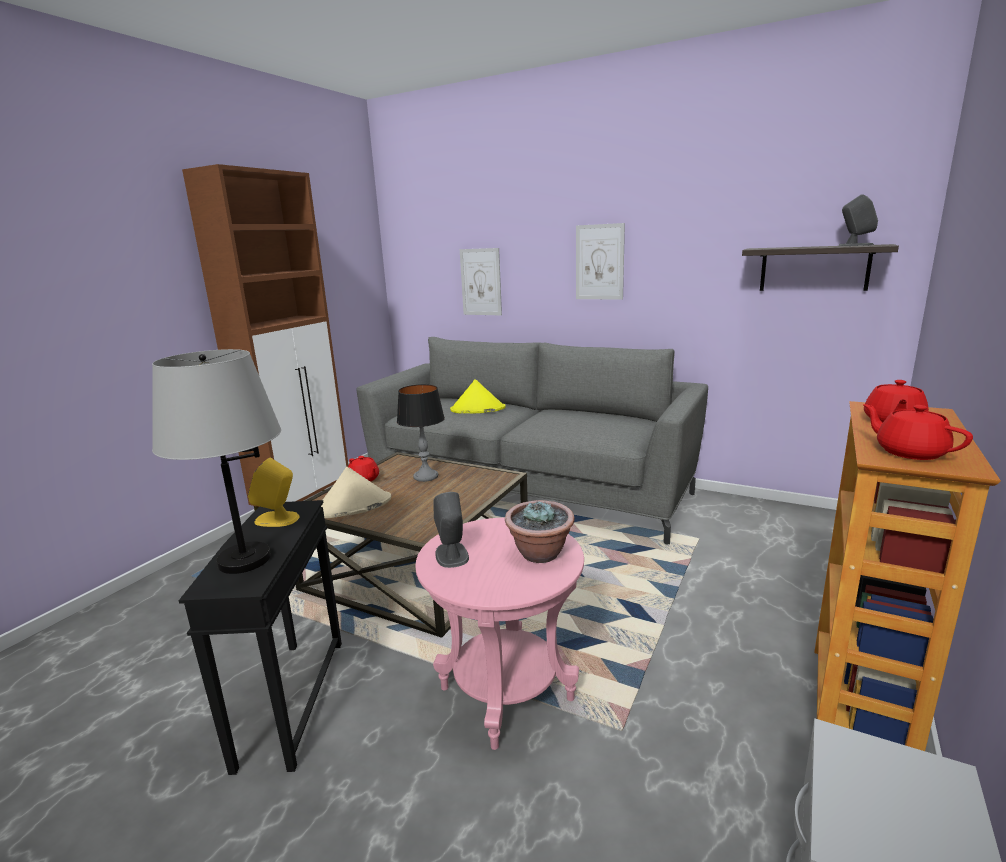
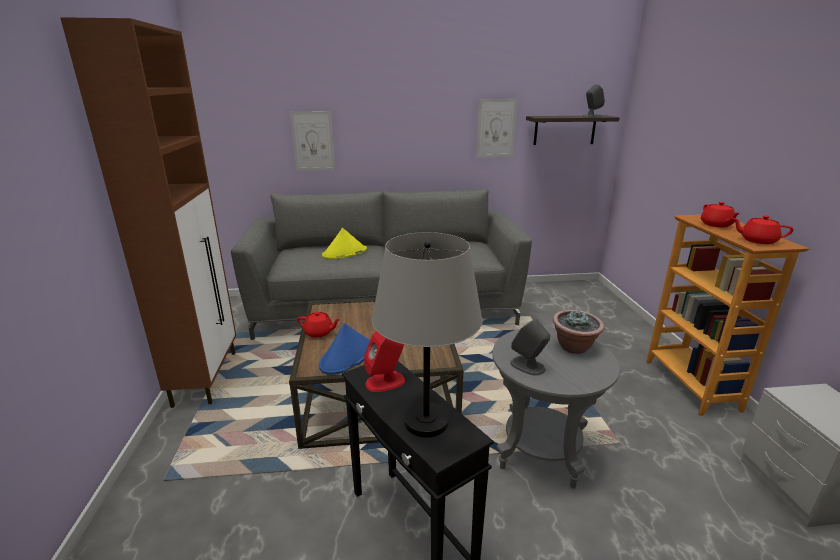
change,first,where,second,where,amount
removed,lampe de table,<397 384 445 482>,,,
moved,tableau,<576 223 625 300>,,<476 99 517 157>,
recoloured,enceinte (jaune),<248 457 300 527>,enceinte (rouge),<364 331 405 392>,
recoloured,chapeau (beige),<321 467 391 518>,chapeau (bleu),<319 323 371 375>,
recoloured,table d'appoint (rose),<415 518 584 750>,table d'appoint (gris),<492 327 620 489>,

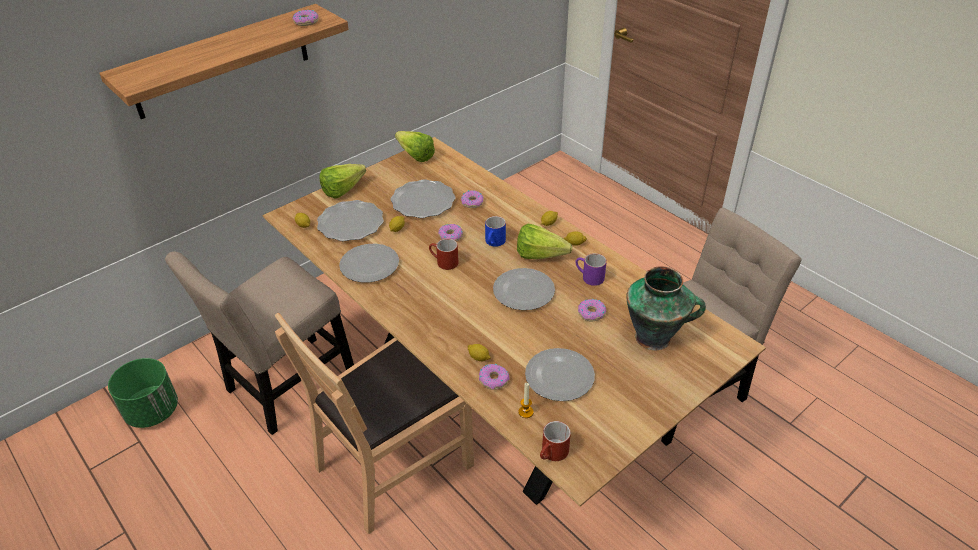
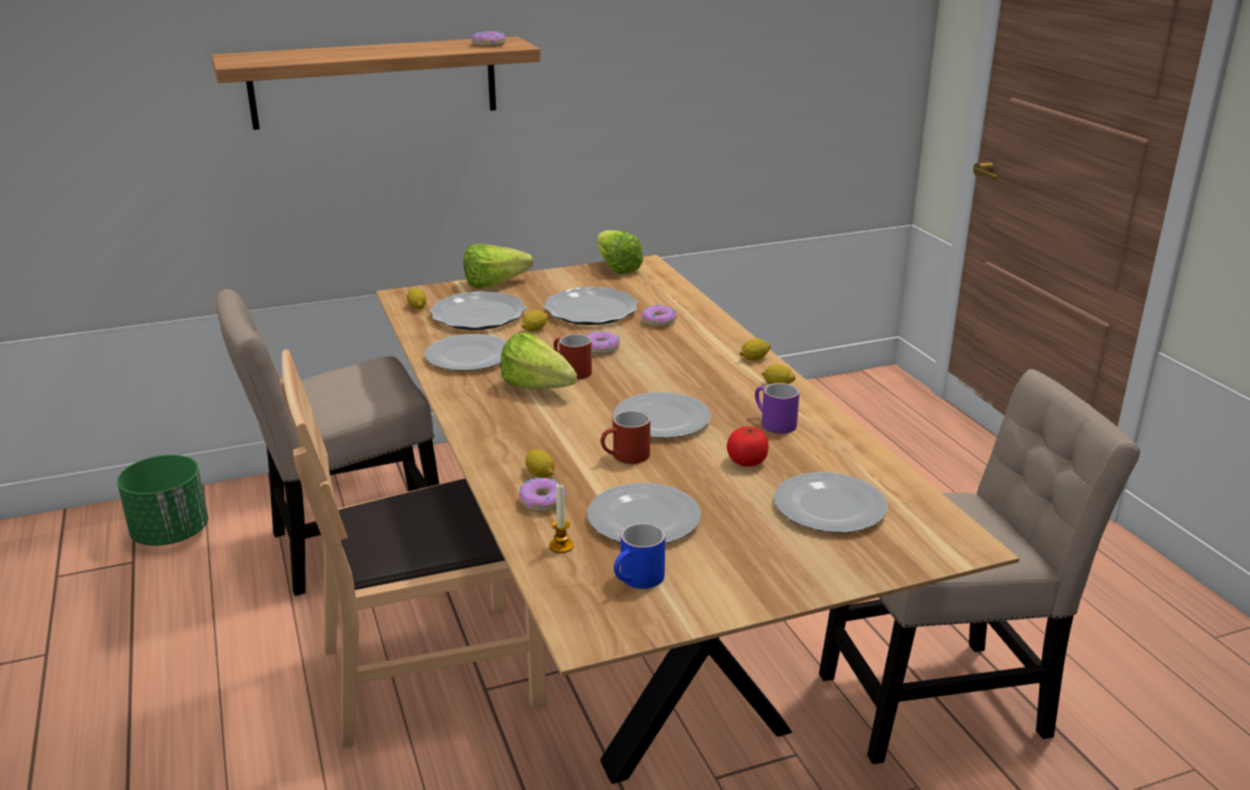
change,first,where,second,where,amount
moved,mug (bleu),<485 216 506 247>,,<614 523 665 589>,
moved,laitue,<517 224 572 259>,,<501 332 577 389>,
moved,mug (rouge),<540 421 571 461>,,<601 410 650 464>,
replaced,beignet,<578 299 606 321>,tomate,<727 426 768 467>,
replaced,vase,<626 266 706 350>,assiette,<774 472 888 533>,

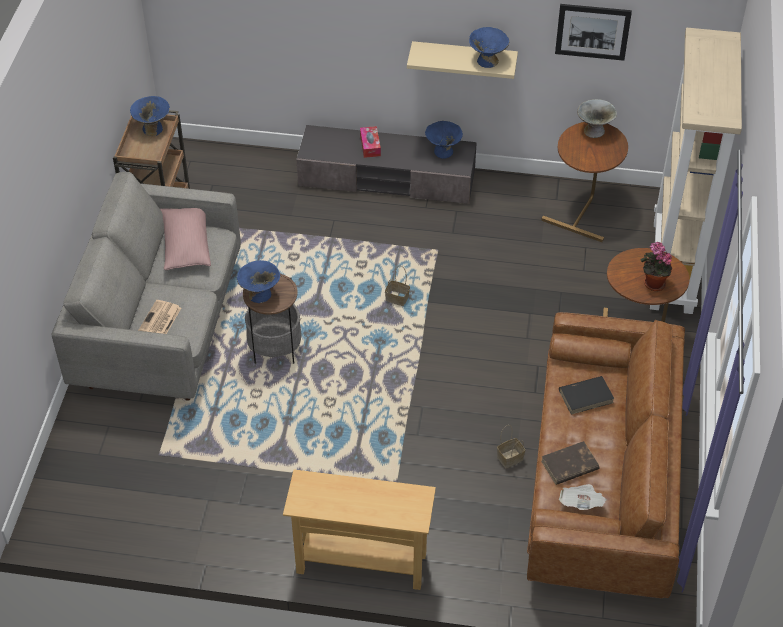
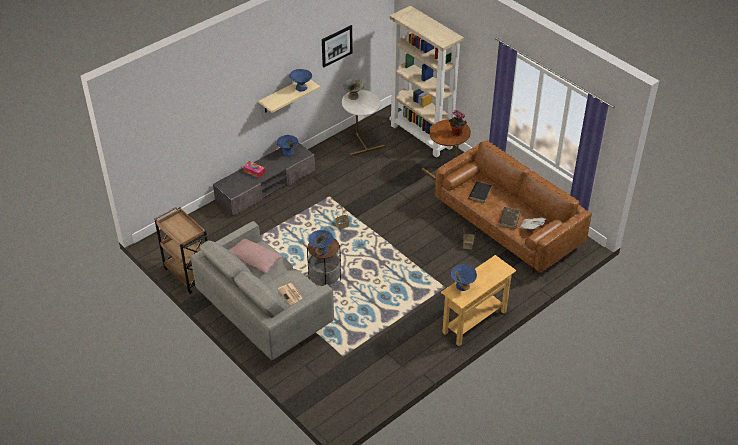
change,first,where,second,where,amount
moved,bol (bleu),<130 96 170 136>,,<451 264 477 291>,
recoloured,table d'appoint (marron),<541 122 628 242>,table d'appoint (blanc),<342 90 385 156>,

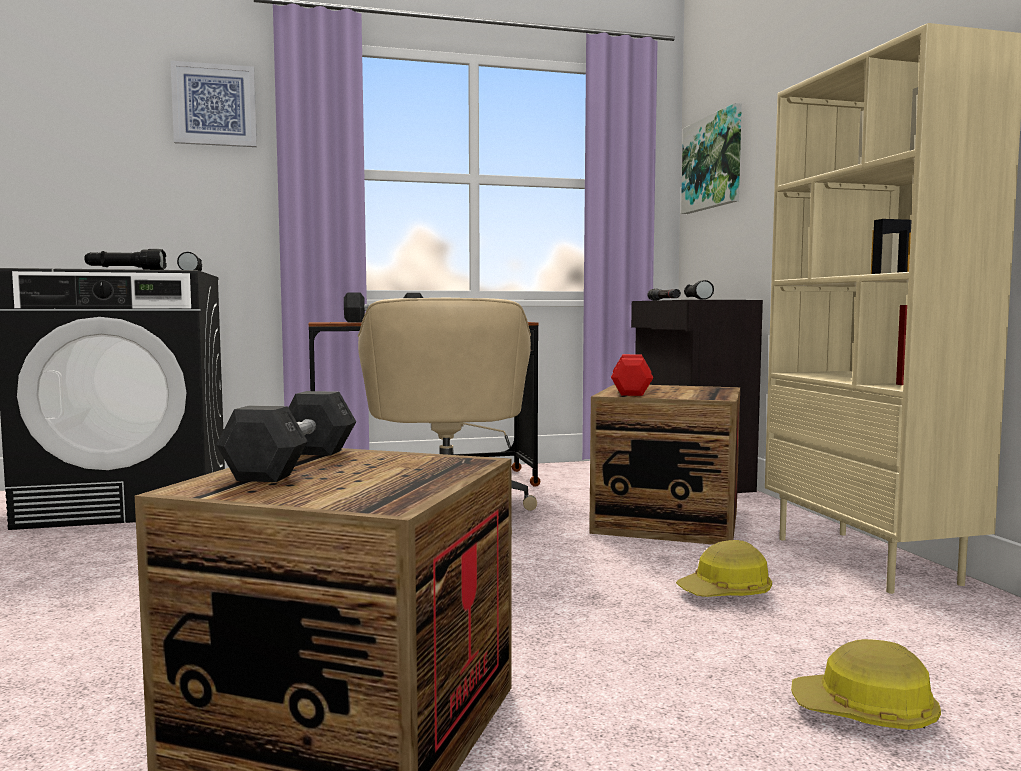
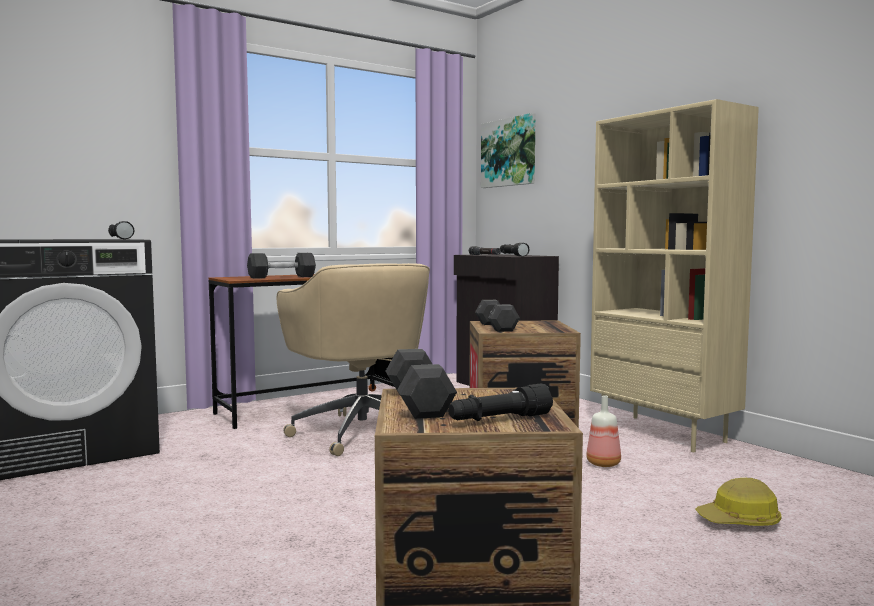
change,first,where,second,where,amount
removed,tableau,<171 61 257 147>,,,
moved,lampe de poche (noir),<84 249 167 270>,,<448 384 553 421>,
replaced,casque de chantier,<676 540 772 597>,bouteille,<586 395 621 467>,
recoloured,haltère (rouge),<611 354 653 396>,haltère (gris),<475 300 520 332>,

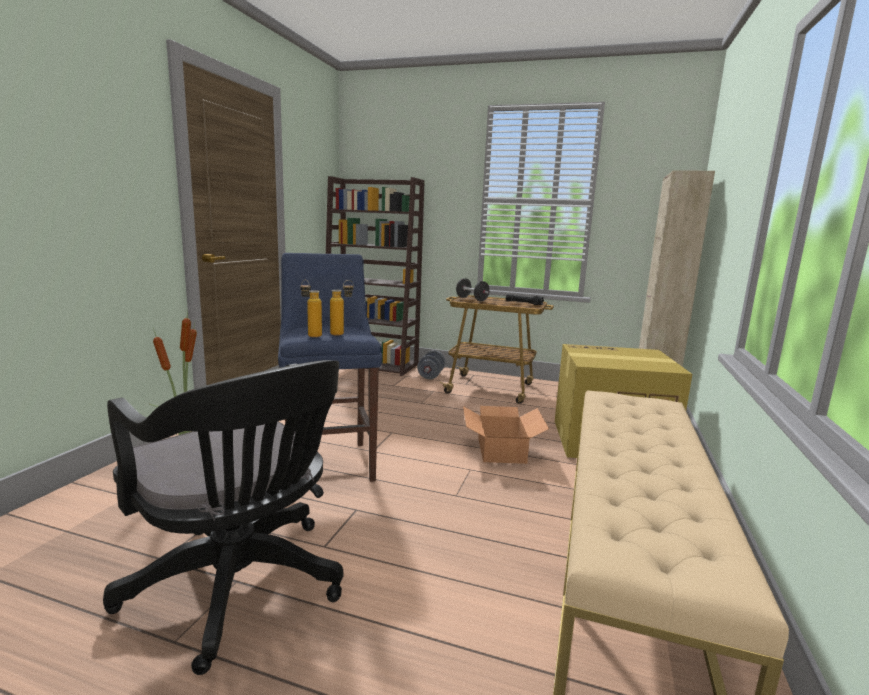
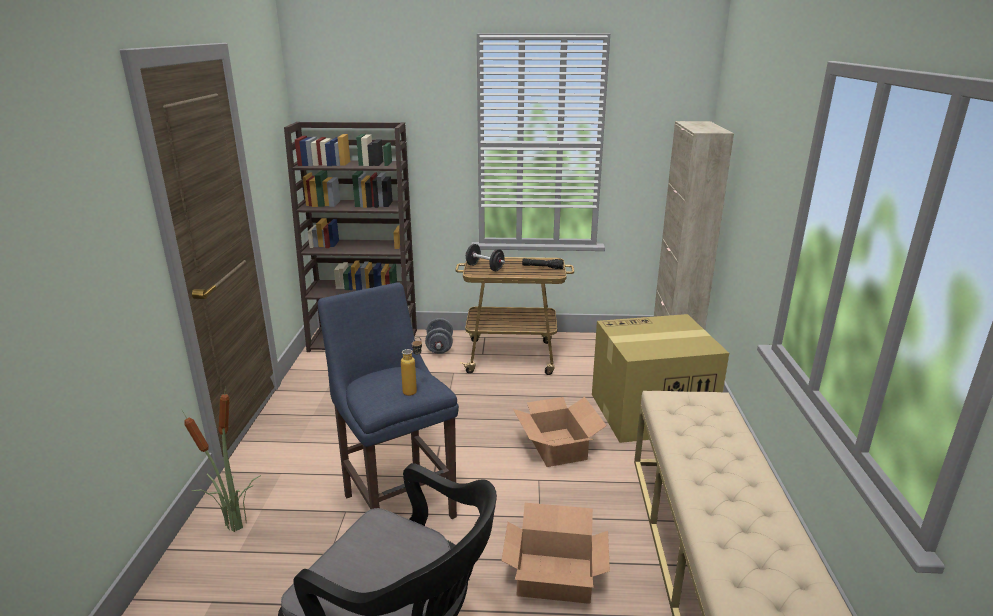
change,first,where,second,where,amount
removed,bouteille,<300 280 322 337>,,,
added,,,carton,<501 503 610 604>,

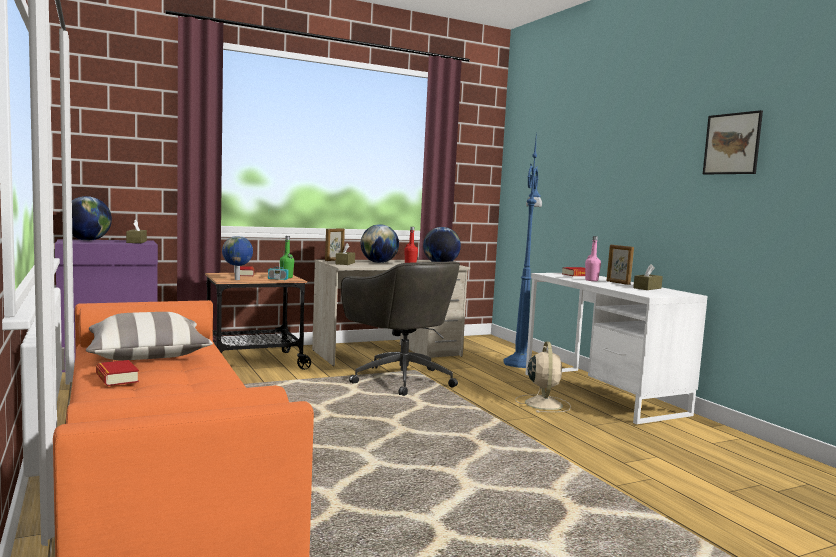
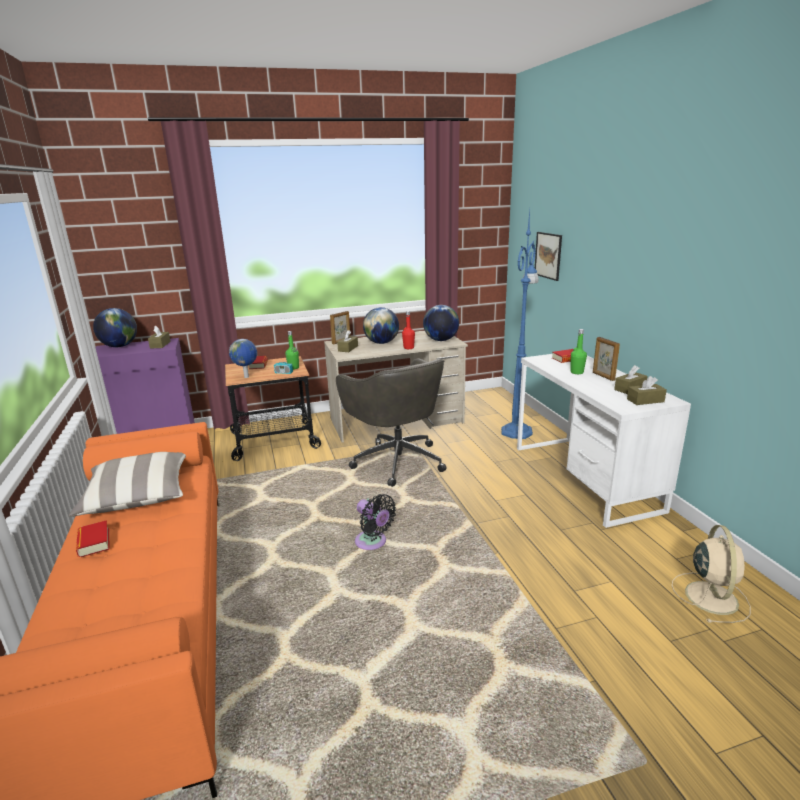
change,first,where,second,where,amount
added,,,ventilateur (noir),<355 494 396 550>,
added,,,boîte à mouchoirs (marron),<627 376 667 405>,
moved,ventilateur (beige),<515 341 571 413>,,<671 525 751 623>,
moved,tableau,<703 110 763 174>,,<535 232 562 281>,
recoloured,bouteille (rose),<585 236 601 281>,bouteille (vert),<571 329 587 374>,

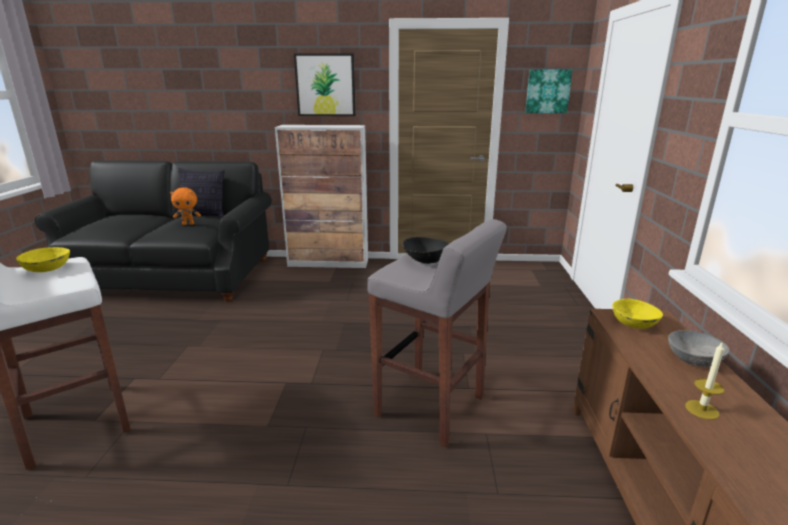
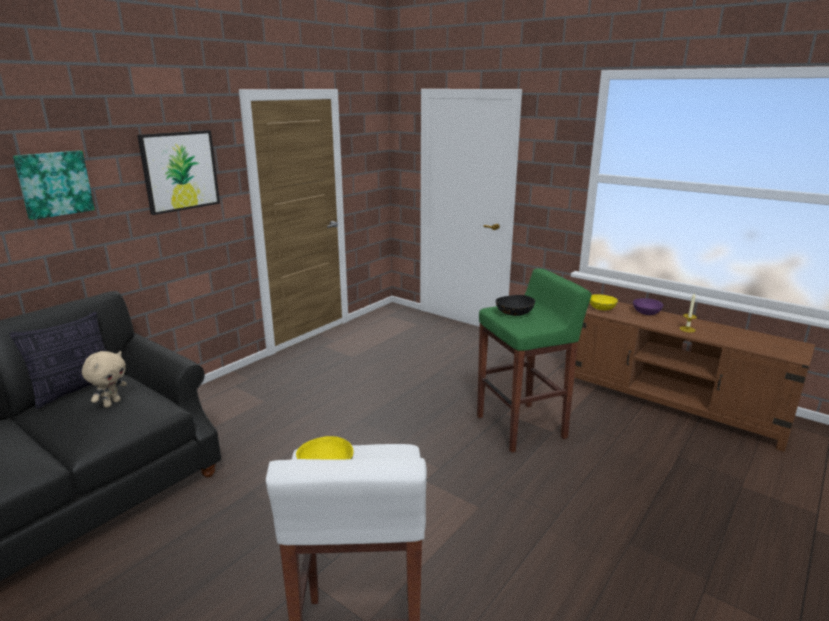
change,first,where,second,where,amount
removed,meuble de rangement,<275 125 368 268>,,,
moved,tableau,<525 69 573 113>,,<13 150 95 220>,
recoloured,peluche (orange),<170 187 201 225>,peluche (beige),<82 351 127 408>,
recoloured,tabouret (gris),<367 219 507 447>,tabouret (vert),<477 269 591 453>,
recoloured,bol (gris),<668 330 729 367>,bol (violet),<633 298 663 315>,

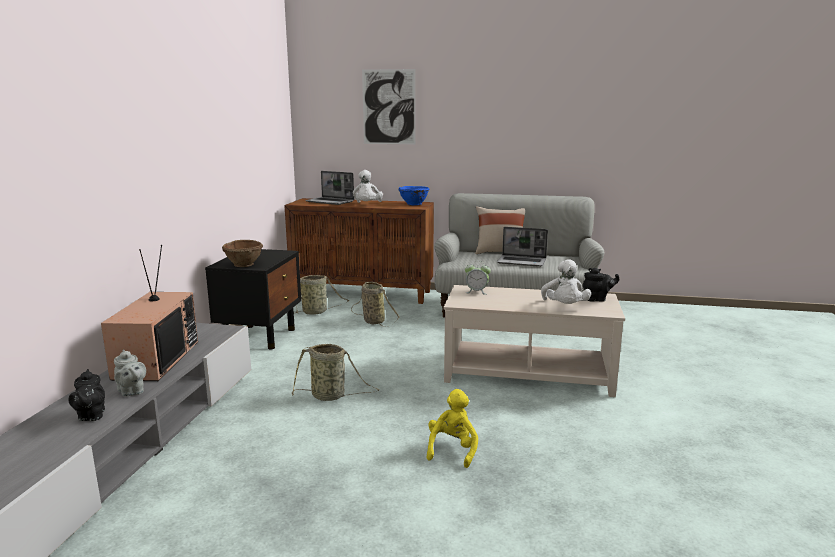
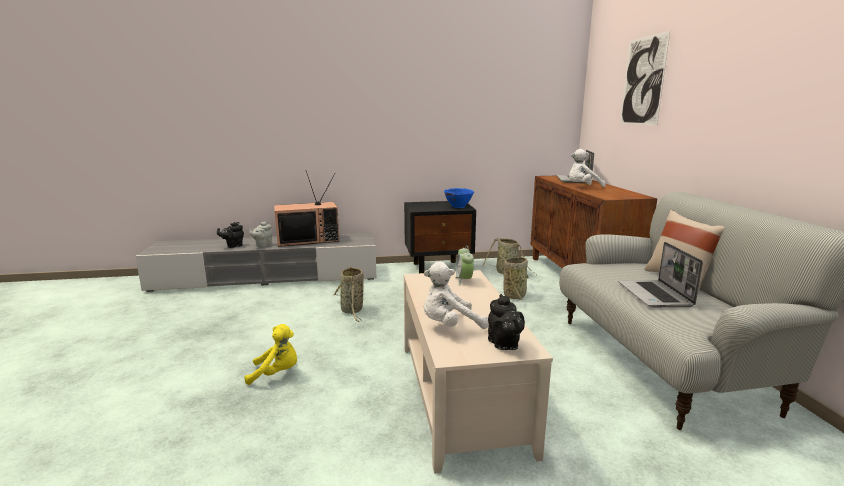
change,first,where,second,where,amount
removed,bol (marron),<222 240 263 267>,,,
moved,bol (bleu),<398 186 429 205>,,<444 188 474 208>,

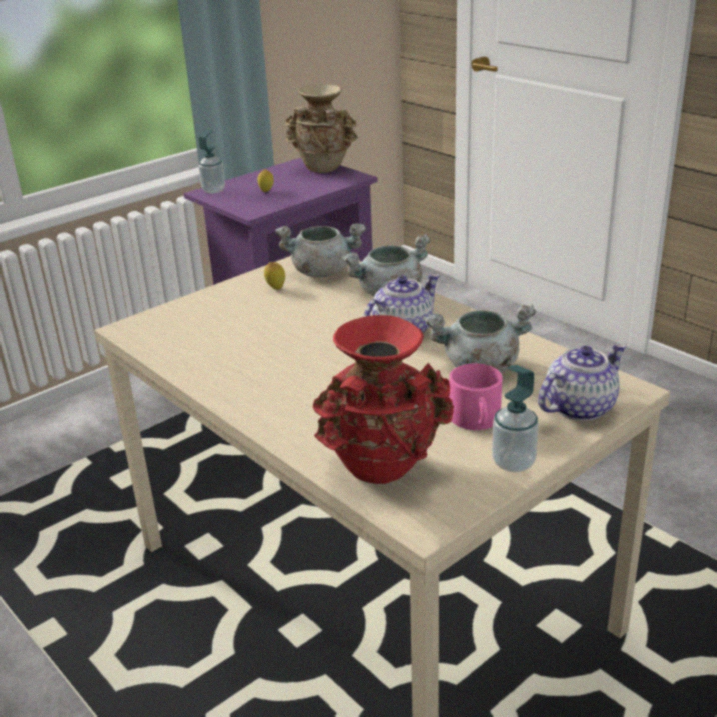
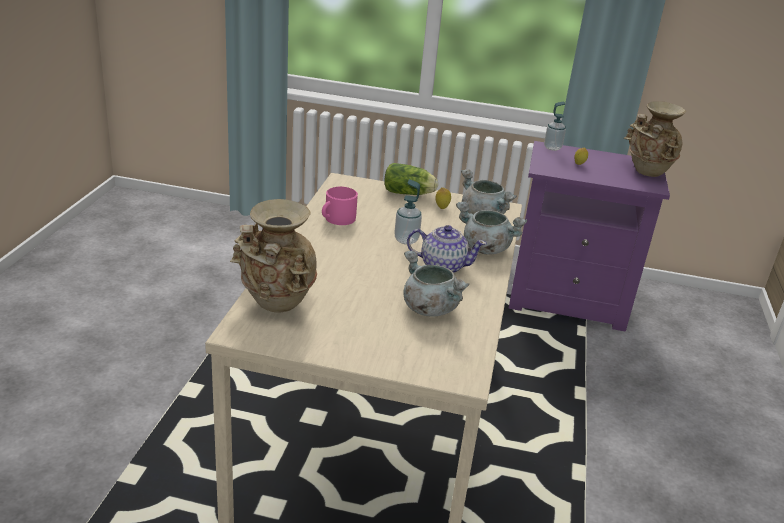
change,first,where,second,where,amount
removed,théière,<538 343 626 421>,,,
added,,,laitue,<384 163 438 195>,
moved,mug (rose),<449 364 503 430>,,<322 187 358 225>,
moved,distributeur de savon,<492 365 539 473>,,<395 179 422 245>,
recoloured,vase (rouge),<313 315 454 484>,vase (beige),<230 199 317 312>,

